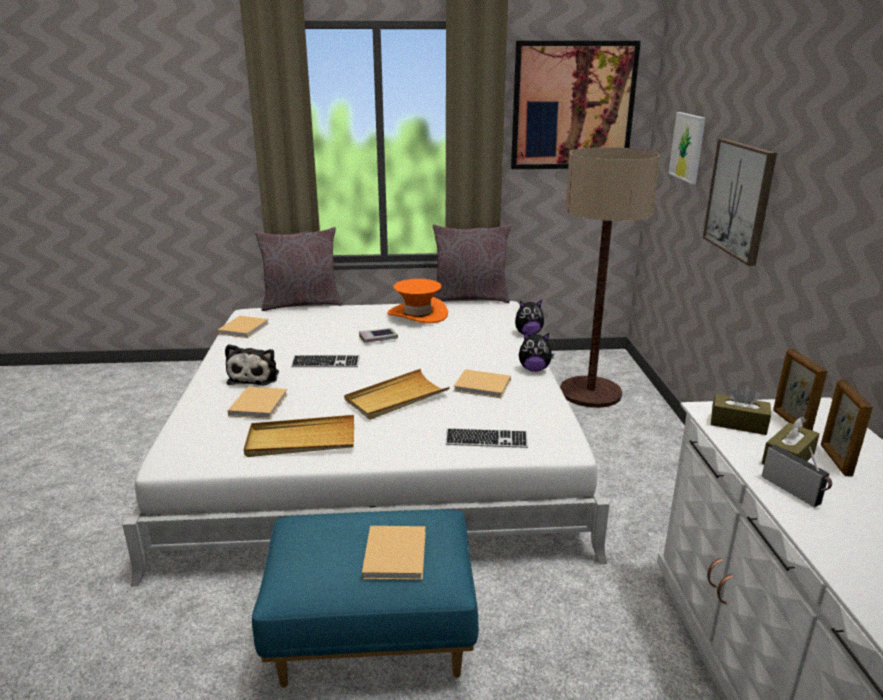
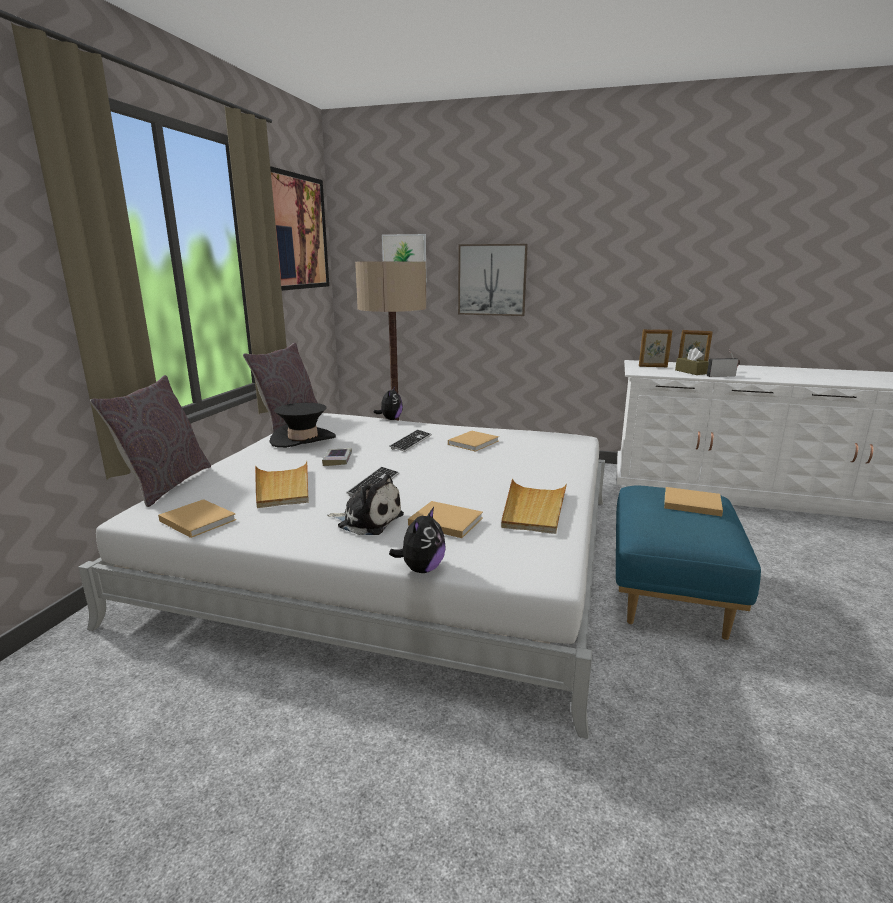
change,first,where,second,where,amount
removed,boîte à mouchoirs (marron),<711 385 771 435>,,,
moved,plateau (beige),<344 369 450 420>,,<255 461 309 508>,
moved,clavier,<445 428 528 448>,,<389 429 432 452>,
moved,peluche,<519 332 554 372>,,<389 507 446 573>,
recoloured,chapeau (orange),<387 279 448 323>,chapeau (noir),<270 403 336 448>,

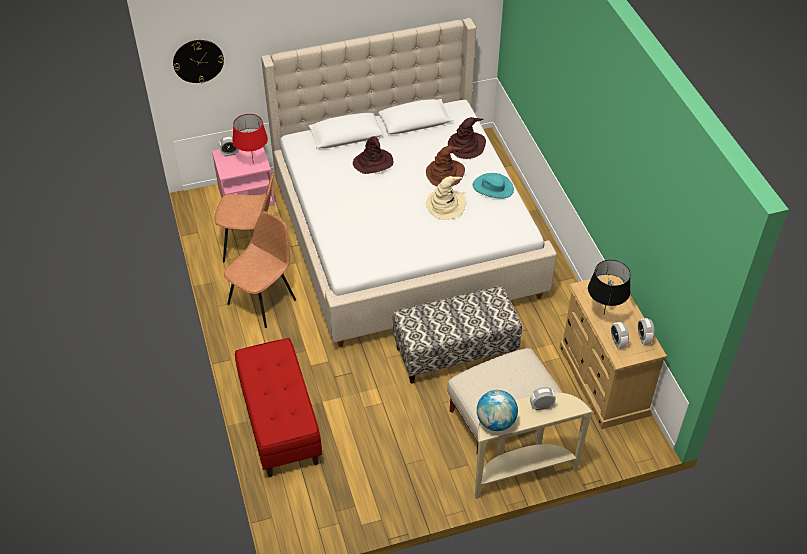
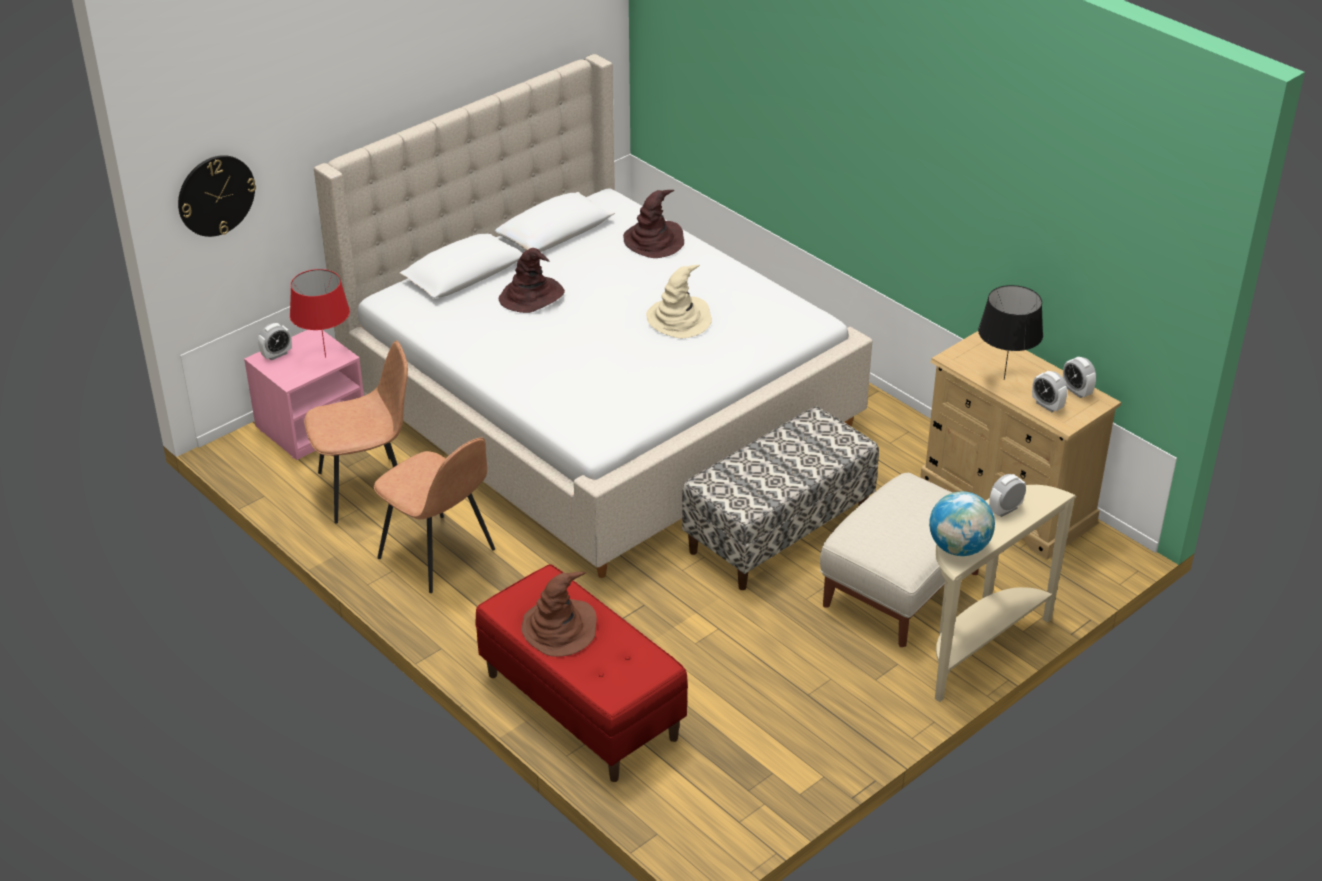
change,first,where,second,where,amount
removed,chapeau (turquoise),<473 173 514 199>,,,
moved,chapeau (marron),<426 146 465 187>,,<521 572 597 657>,
turned,chaise (marron),<224 211 296 328>,,<374 437 495 593>,120 degrees clockwise

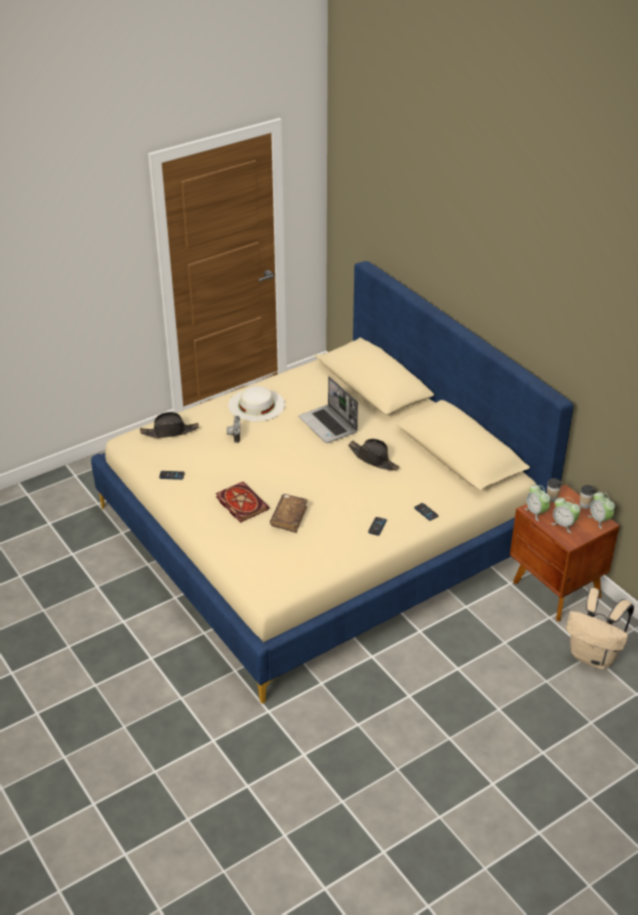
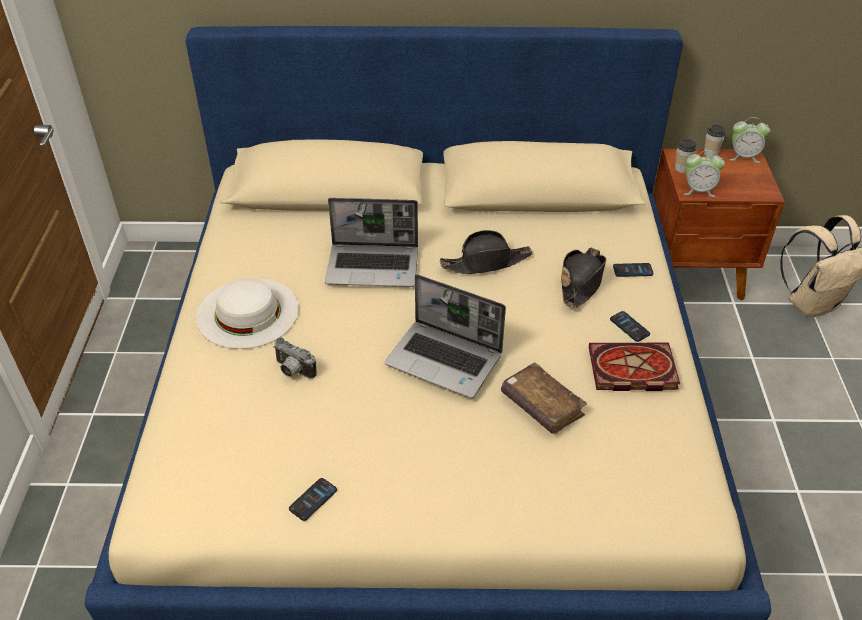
change,first,where,second,where,amount
removed,réveil,<551 497 581 533>,,,
added,,,ordinateur portable,<384 274 506 398>,
moved,chapeau (noir),<140 412 199 438>,,<561 247 606 308>,
moved,livre,<215 482 269 522>,,<589 343 680 391>,

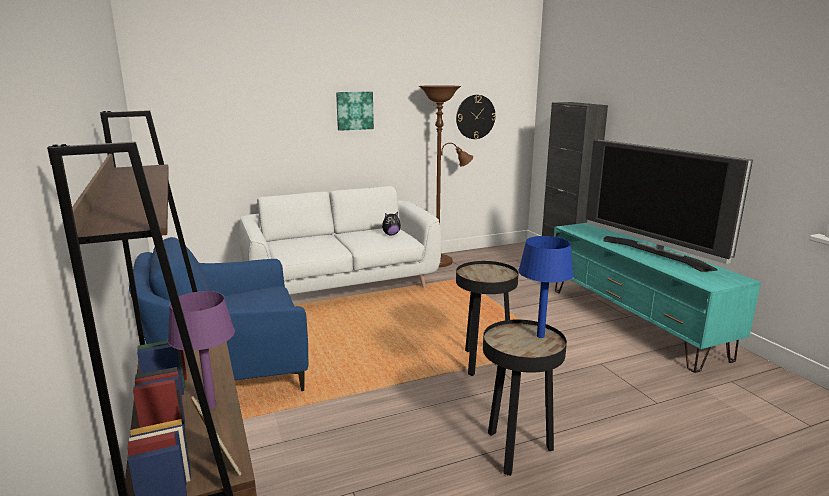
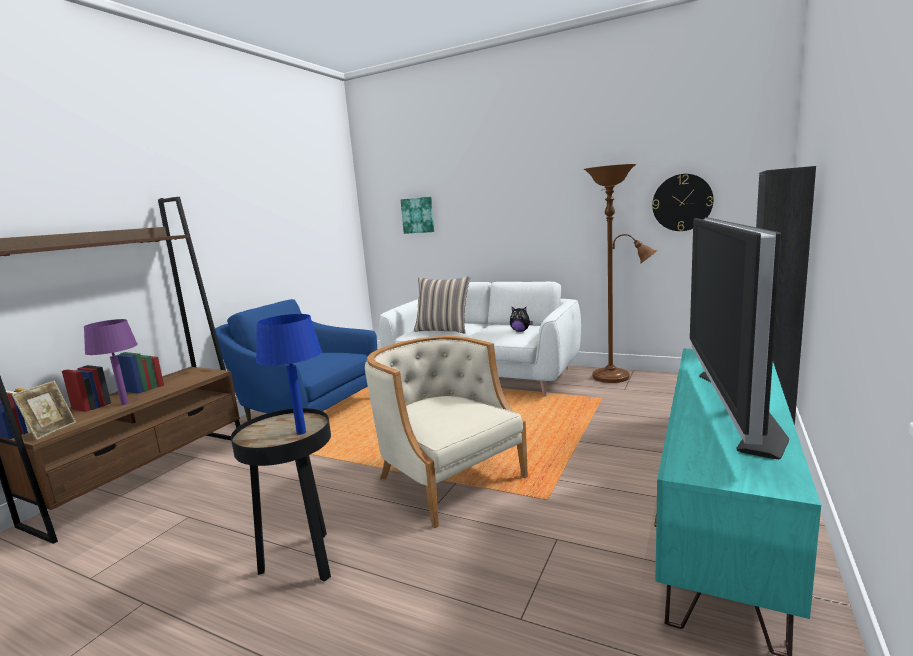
change,first,where,second,where,amount
added,,,coussin,<414 276 470 333>,
moved,tableau,<336 92 374 131>,,<401 197 434 234>,
replaced,table d'appoint (noir),<456 261 519 376>,fauteuil (beige),<365 336 528 528>,

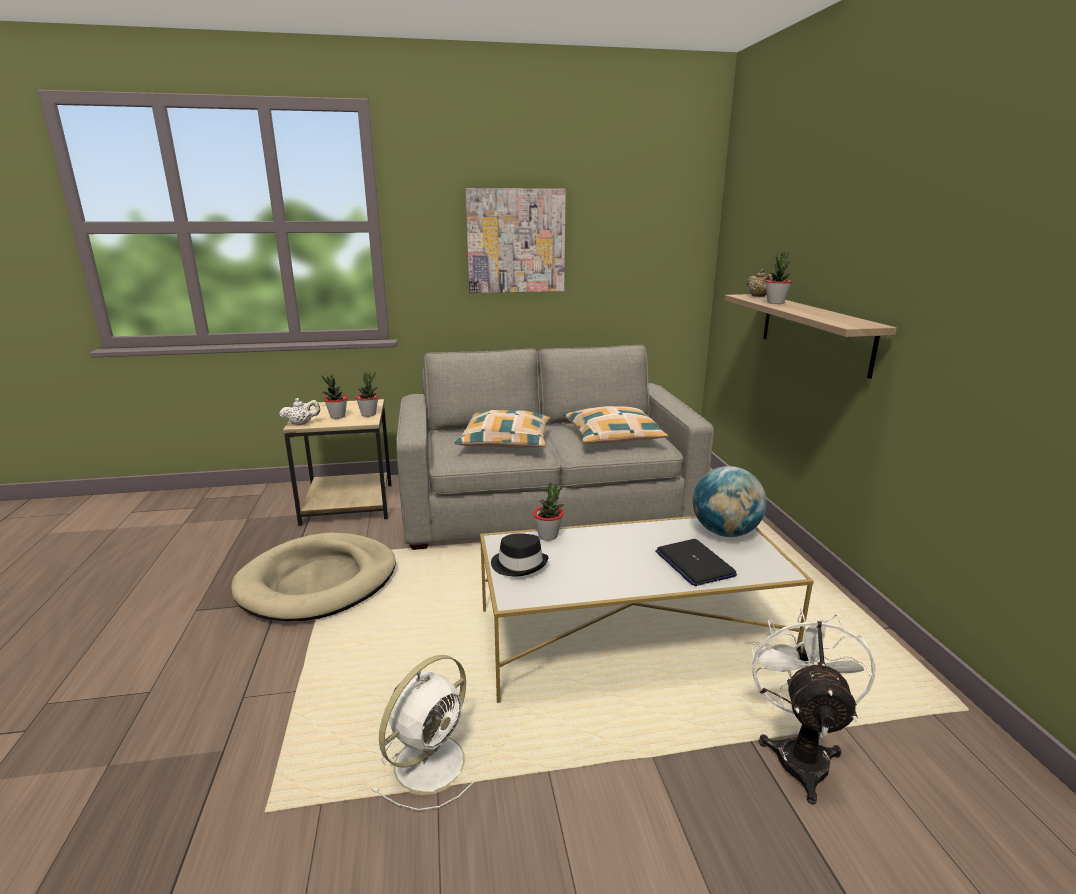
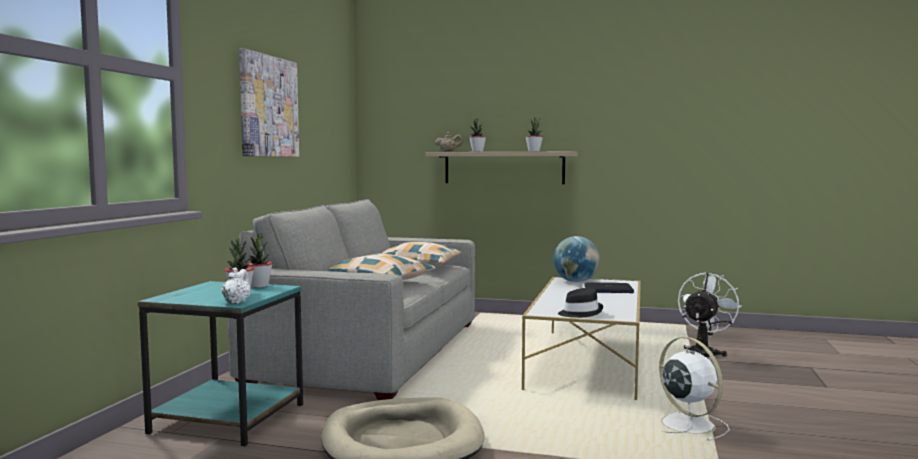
change,first,where,second,where,amount
moved,plante en pot,<533 482 564 540>,,<525 117 543 152>,
recoloured,table d'appoint (beige),<283 399 392 526>,table d'appoint (turquoise),<138 281 303 446>,
turned,ventilateur (blanc),<751 608 876 804>,,<678 272 742 357>,90 degrees clockwise

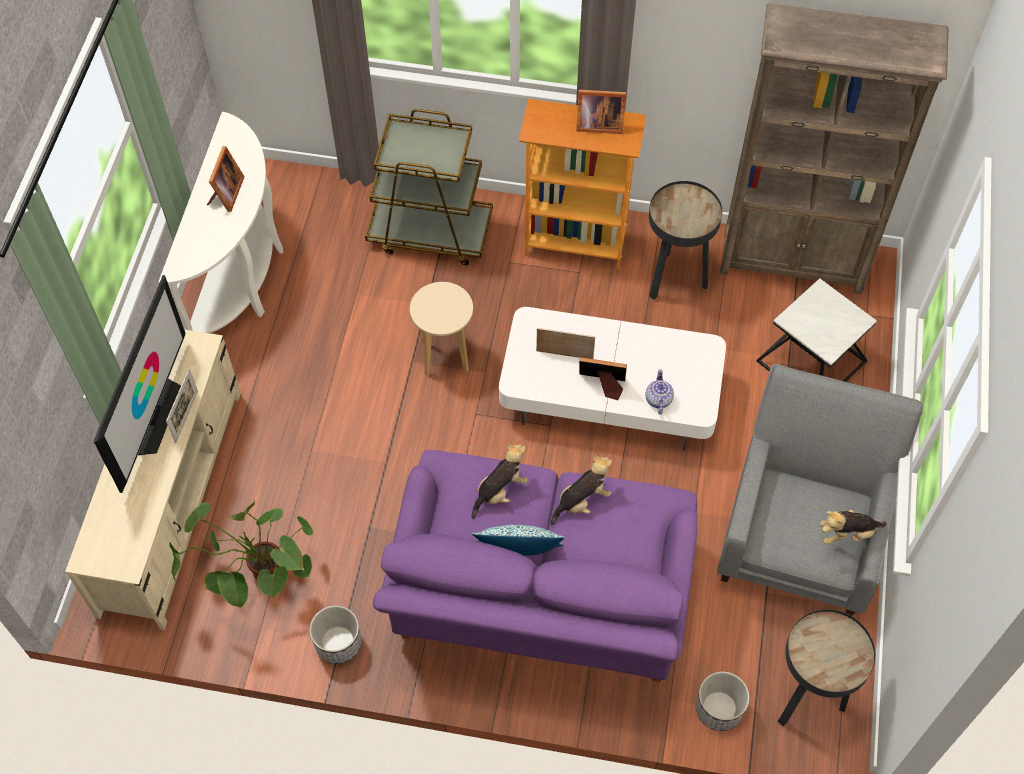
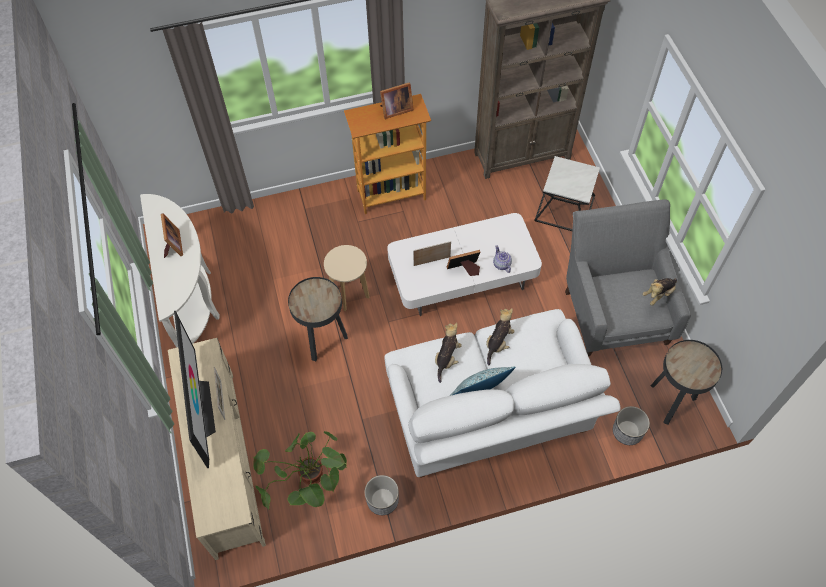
change,first,where,second,where,amount
removed,chariot (marron),<365 109 493 265>,,,
moved,table d'appoint (noir),<649 181 722 300>,,<288 277 348 361>,
recoloured,canapé (violet),<373 450 698 682>,canapé (blanc),<384 309 621 478>,

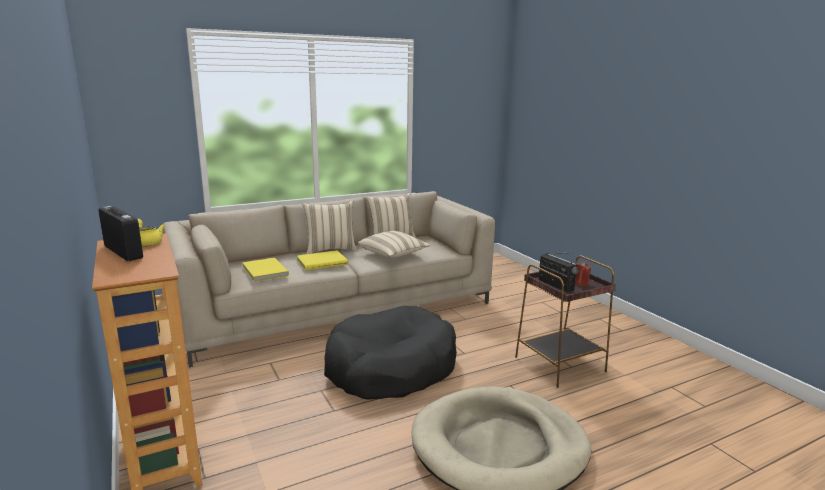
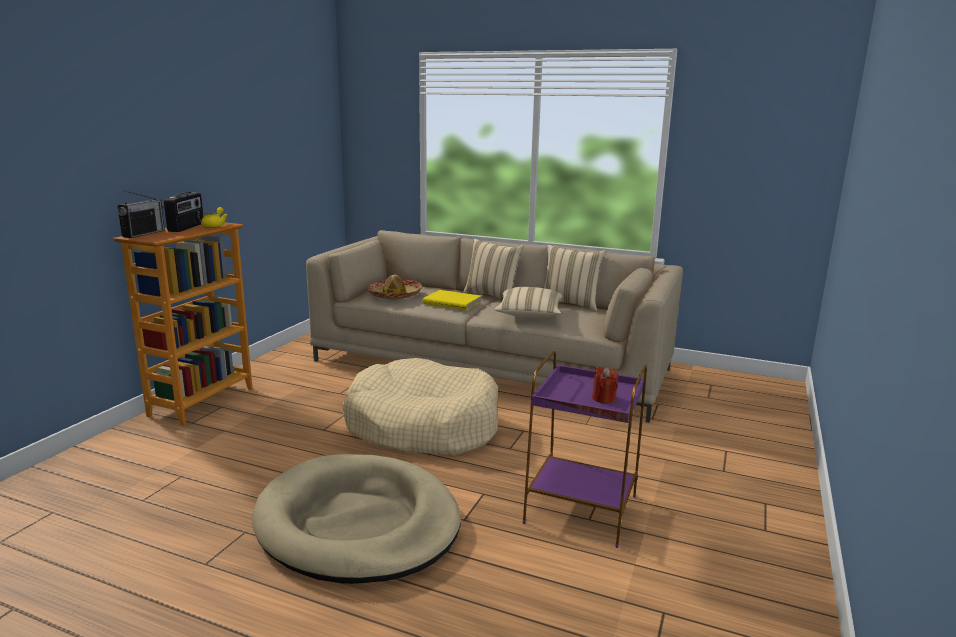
change,first,where,second,where,amount
moved,radio,<538 252 579 292>,,<118 190 165 238>,
replaced,livre (jaune),<242 258 289 282>,chapeau,<367 275 422 299>,
recoloured,panier pour chien (noir),<324 306 457 400>,panier pour chien (beige),<343 358 498 456>,
recoloured,table d'appoint (marron),<515 256 616 388>,table d'appoint (violet),<523 351 647 548>,

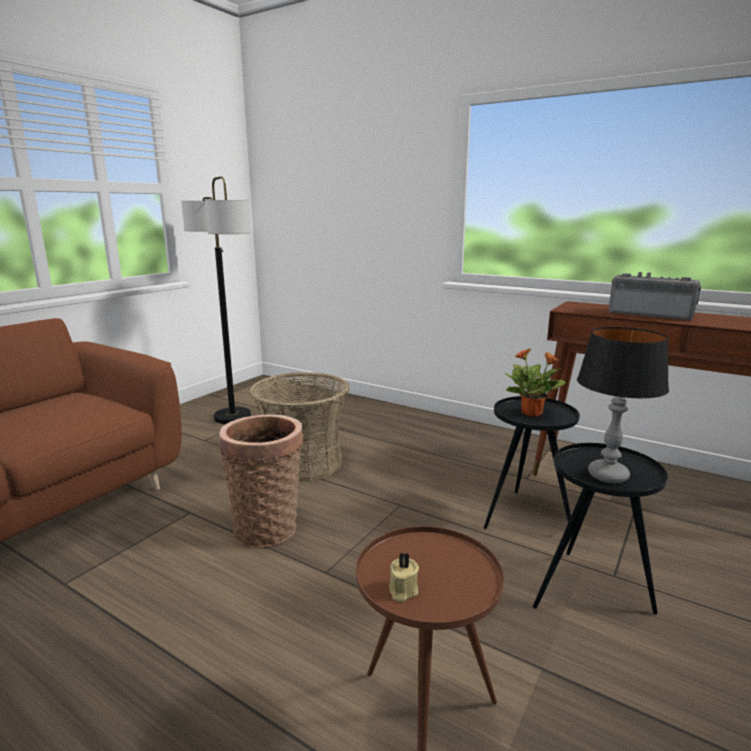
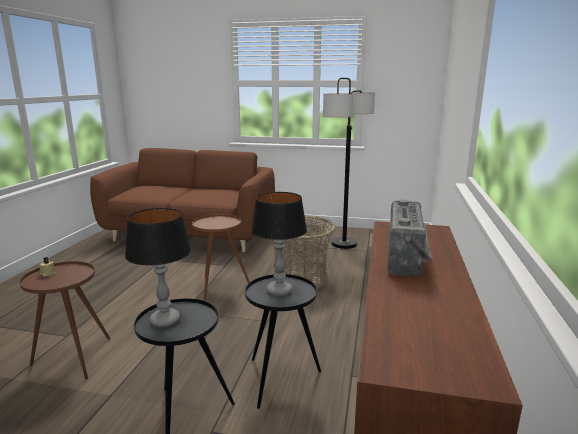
change,first,where,second,where,amount
replaced,panier,<219 414 303 549>,table d'appoint (marron),<192 214 250 301>,
replaced,plante en pot,<505 348 566 417>,lampe de table,<251 192 307 296>,

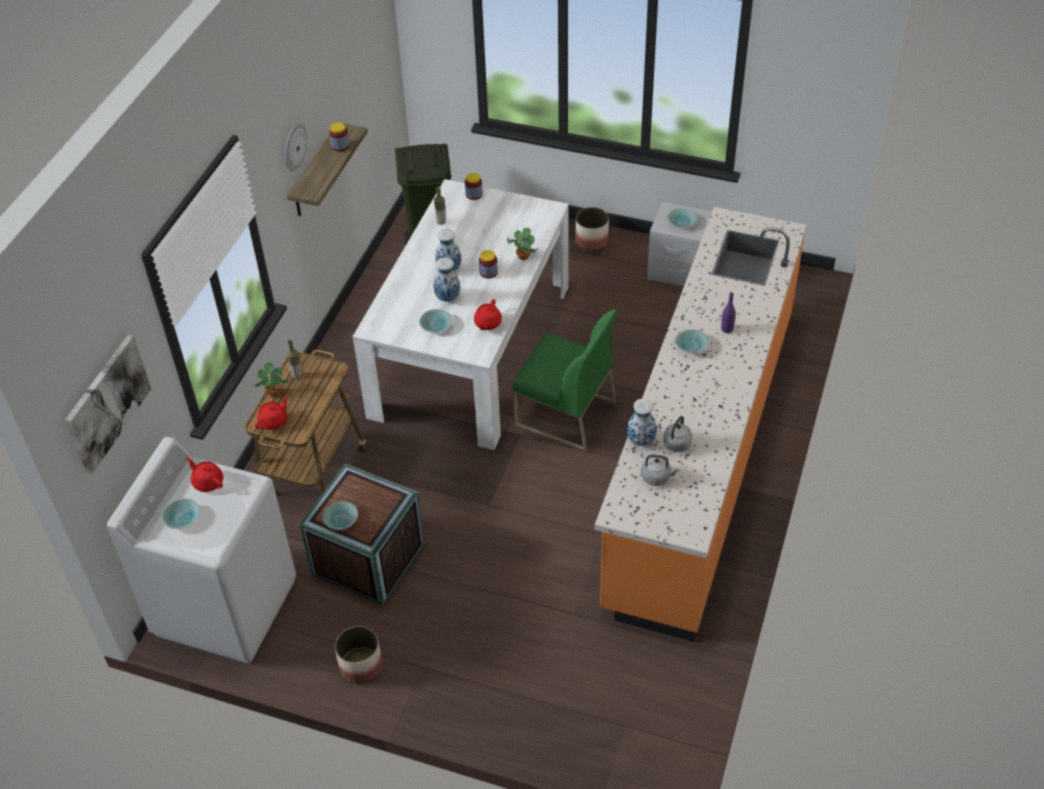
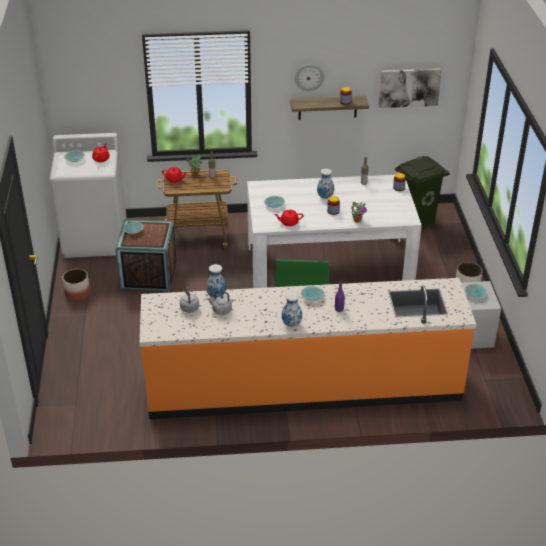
change,first,where,second,where,amount
moved,tableau,<65 334 151 474>,,<379 68 442 108>,
moved,vase,<433 258 460 301>,,<282 292 302 327>,

